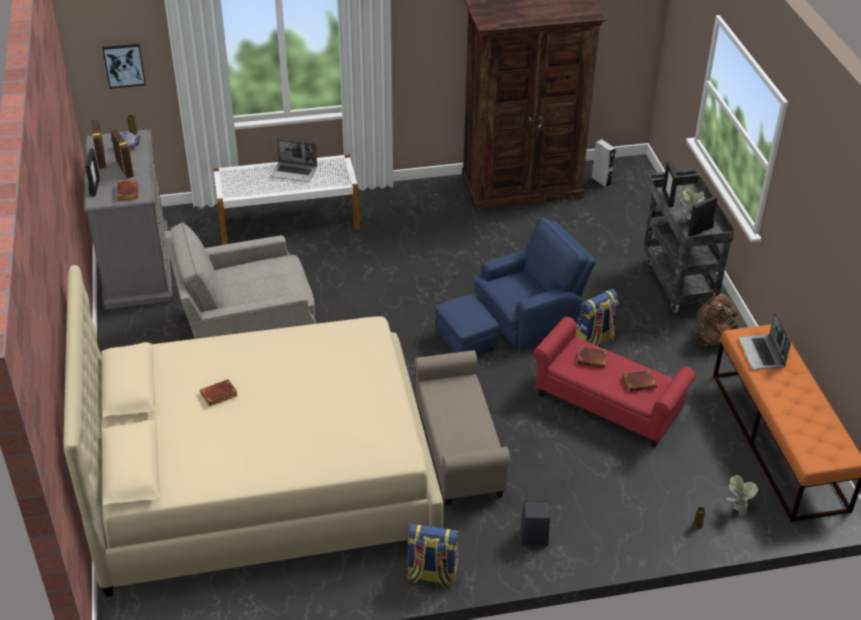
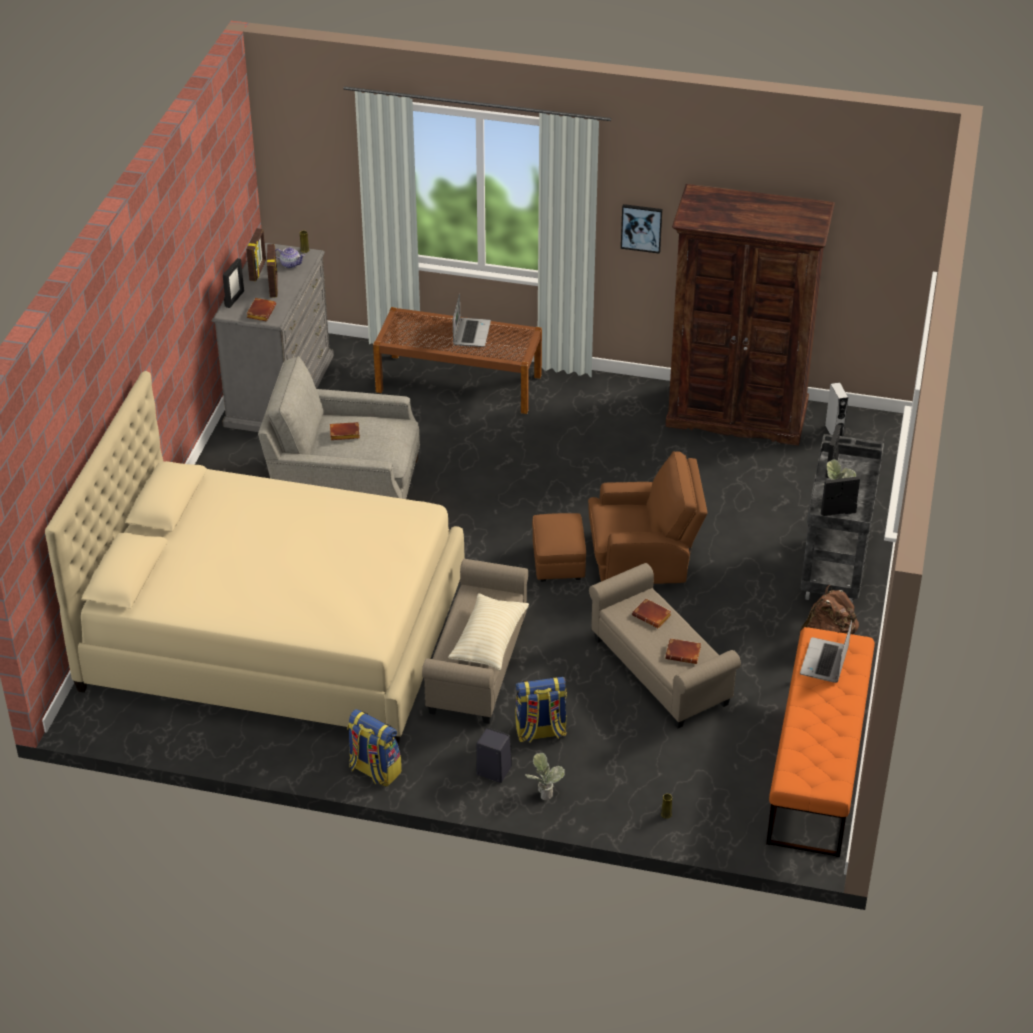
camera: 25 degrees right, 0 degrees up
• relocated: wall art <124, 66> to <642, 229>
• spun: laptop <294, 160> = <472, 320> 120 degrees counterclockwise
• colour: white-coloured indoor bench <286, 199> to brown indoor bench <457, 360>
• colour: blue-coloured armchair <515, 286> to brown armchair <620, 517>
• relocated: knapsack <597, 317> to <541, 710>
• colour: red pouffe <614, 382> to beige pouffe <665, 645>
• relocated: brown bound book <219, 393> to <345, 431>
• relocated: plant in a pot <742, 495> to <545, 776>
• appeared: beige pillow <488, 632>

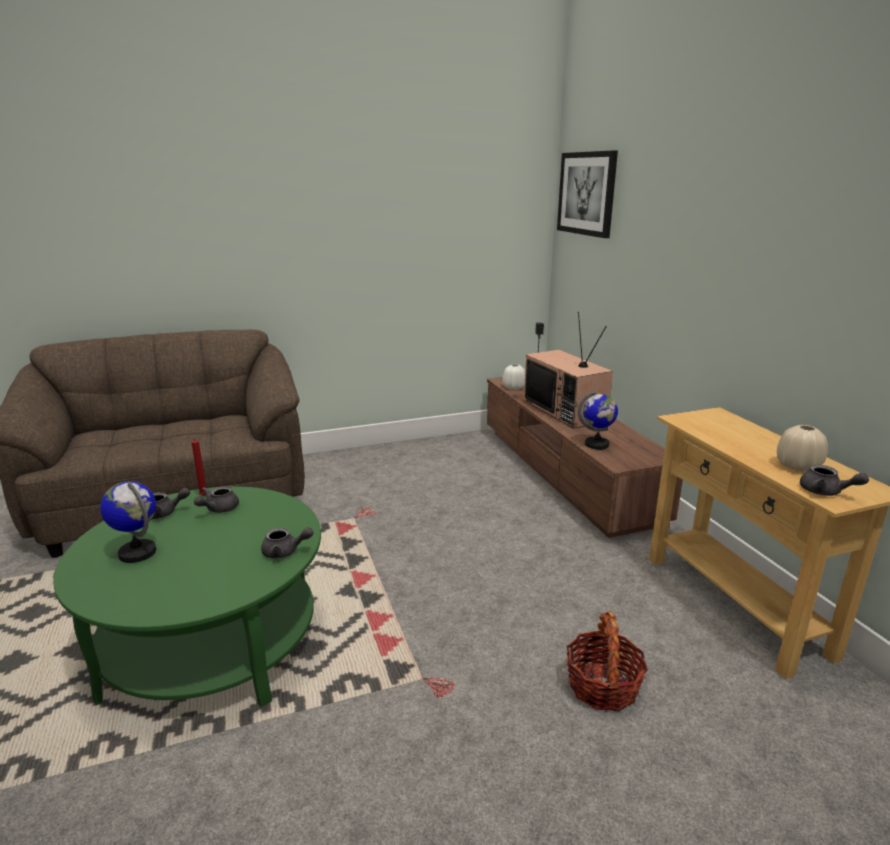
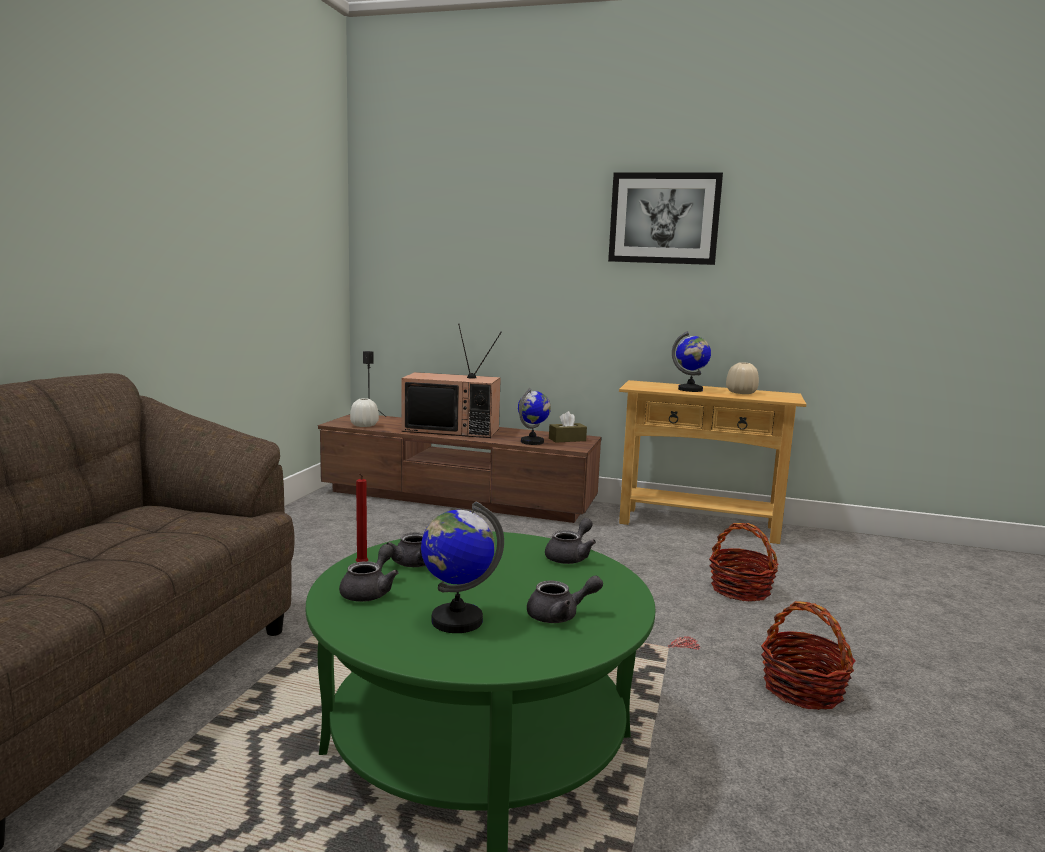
camera: 55 degrees left, 10 degrees down
• relocated: wall art <587, 194> to <665, 219>
• relocated: grey tea pot <834, 480> to <565, 599>
• appeared: globe <691, 361>
• appeared: brown tissue box <568, 427>
• appeared: household basket <808, 655>

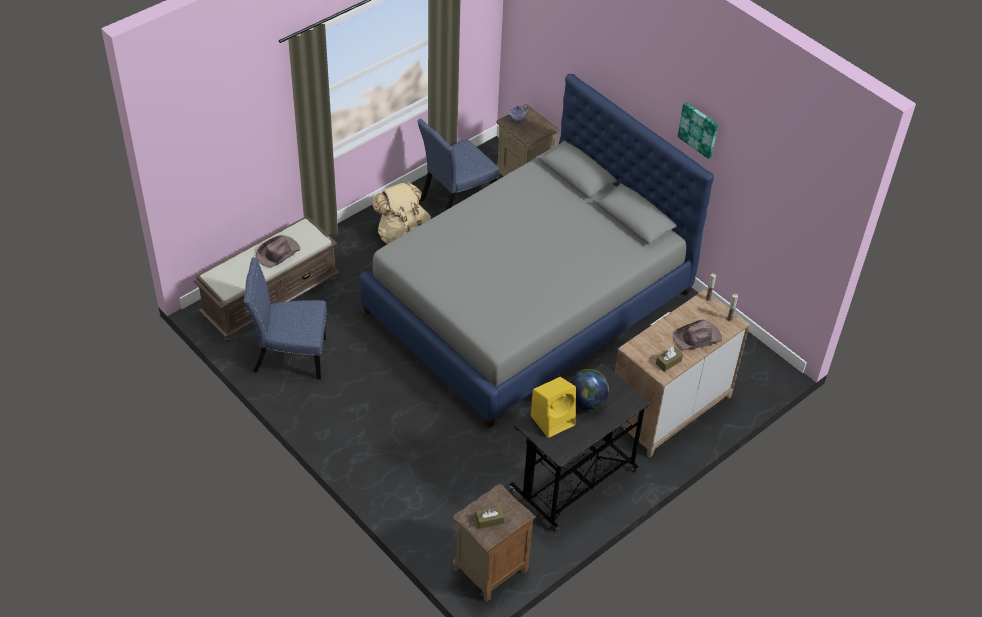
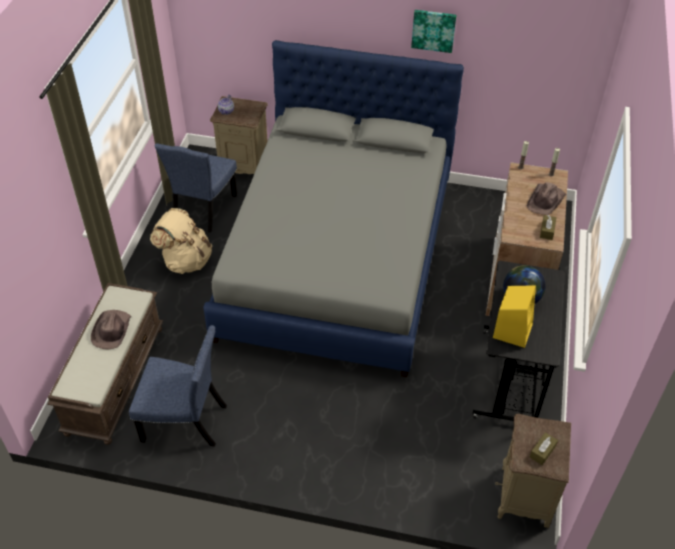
camera: 35 degrees left, 0 degrees up
• spun: blue-coloured upright chair <285, 318> = <178, 385> 135 degrees counterclockwise

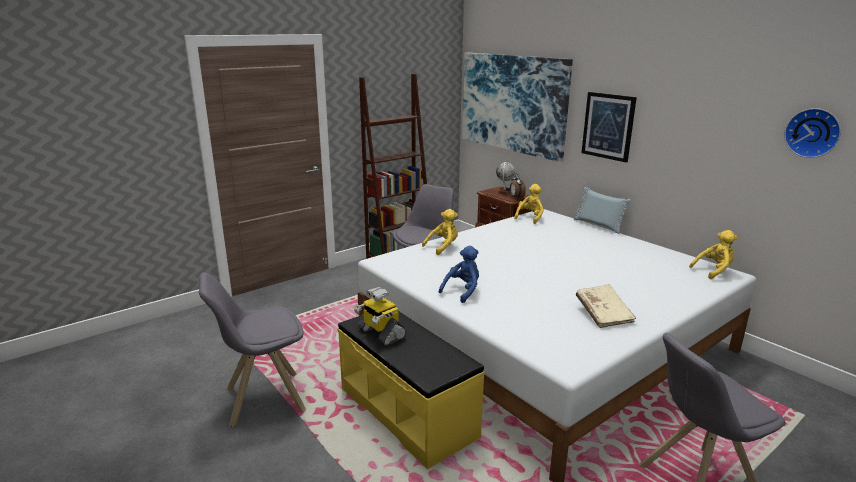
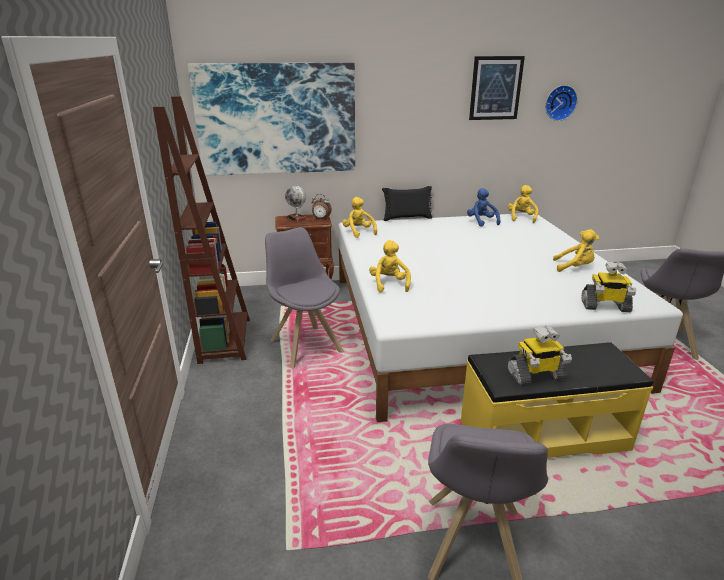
camera: 60 degrees left, 5 degrees up
• relocated: wall art <609, 127> to <497, 88>
• colour: blue-coloured pillow <602, 210> to blackish pillow <407, 203>
• relocated: blue-coloured cuddly toy <459, 274> to <483, 207>
• exchanged: beige bound book <606, 306> to yellowish cuddly toy <576, 250>
• appeared: model robot <608, 286>

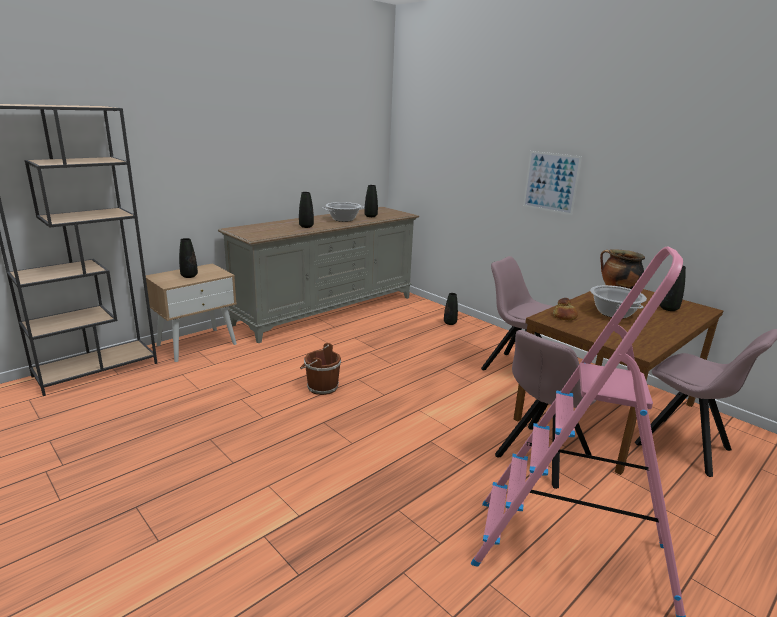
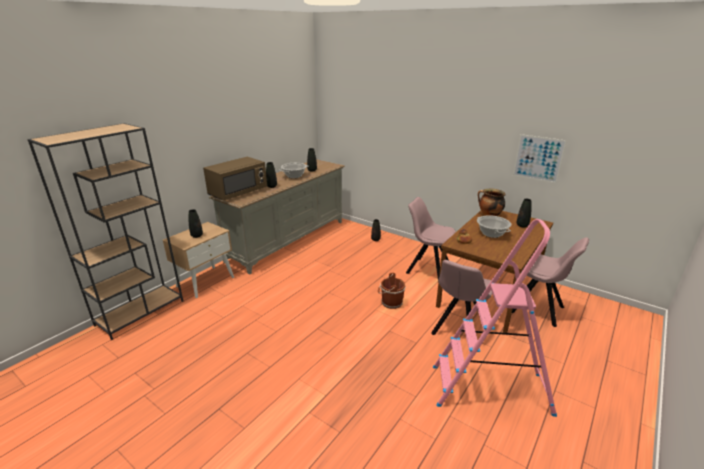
camera: 10 degrees left, 5 degrees up
• relocated: wall art <552, 183> to <540, 158>
• relocated: brown bucket <320, 369> to <392, 291>
• appeared: brown microwave <235, 178>

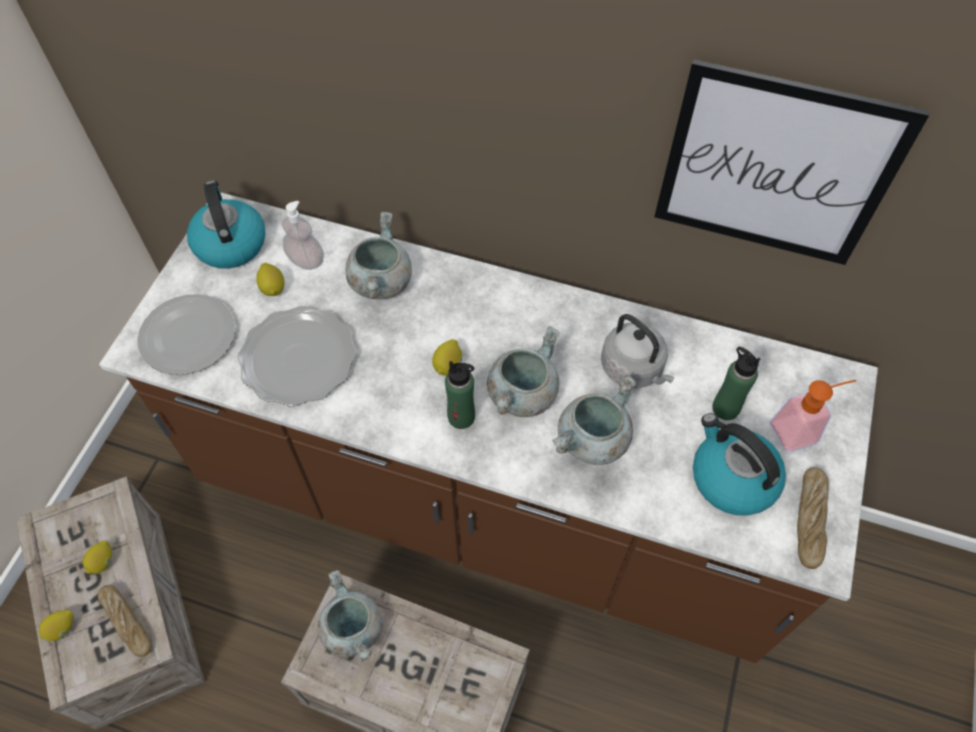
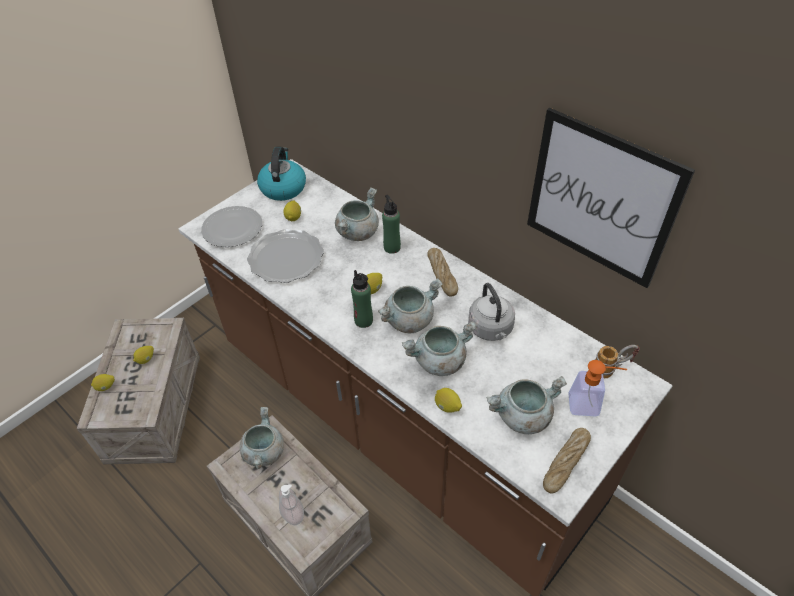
camera: 25 degrees right, 10 degrees down
• relocated: liquid soap bottle <303, 235> to <291, 505>
• relocated: green-coloured beverage bottle <736, 383> to <391, 224>
• exchanged: kettle <739, 464> to grey saucepot <526, 405>
• relocated: baked bread <124, 621> to <442, 272>
• appeared: coffee mug <617, 361>
• appeared: citrus fruit <448, 400>

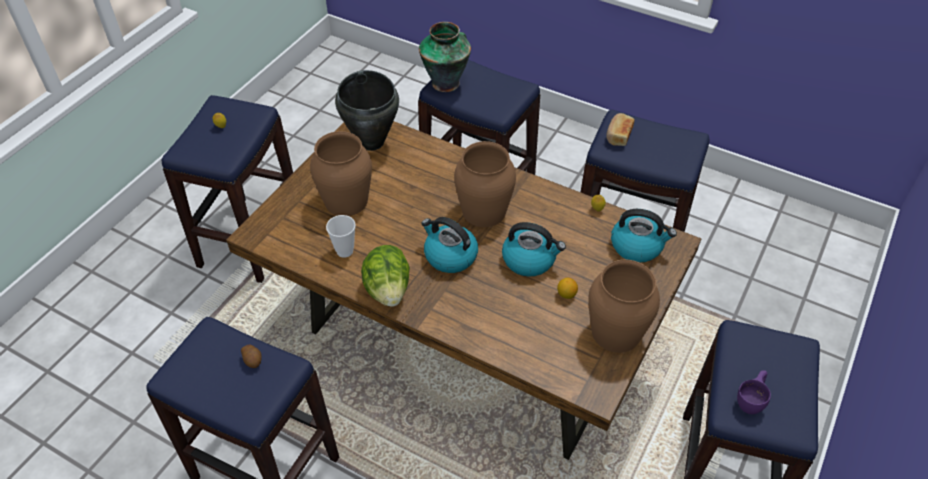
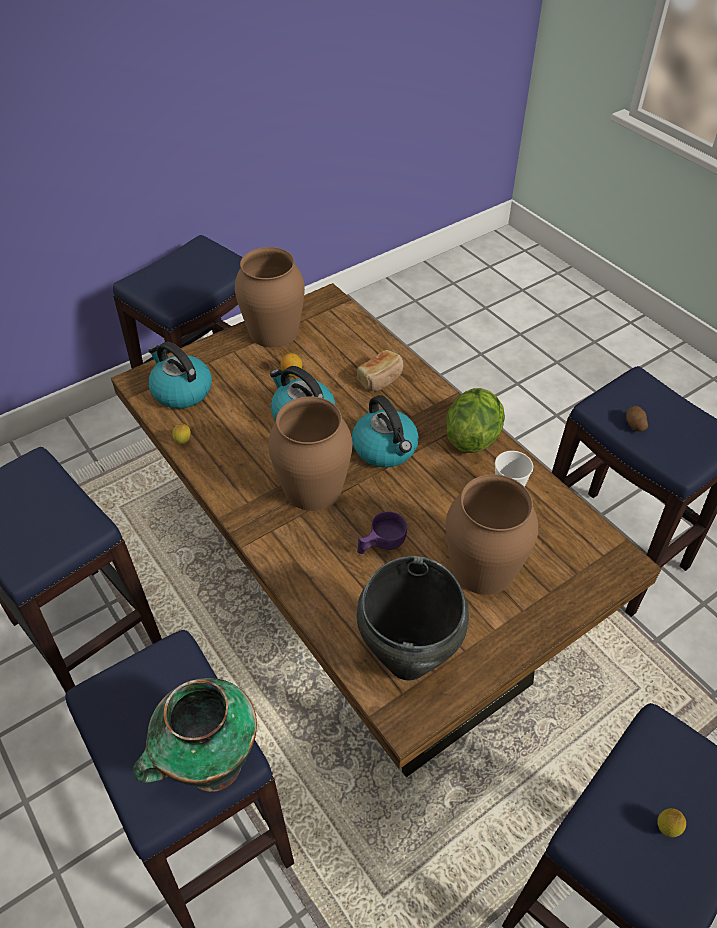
camera: 155 degrees left, 0 degrees up
• relocated: baked bread <620, 129> to <380, 370>
• relocated: purple-coloured drinking cup <754, 392> to <382, 533>

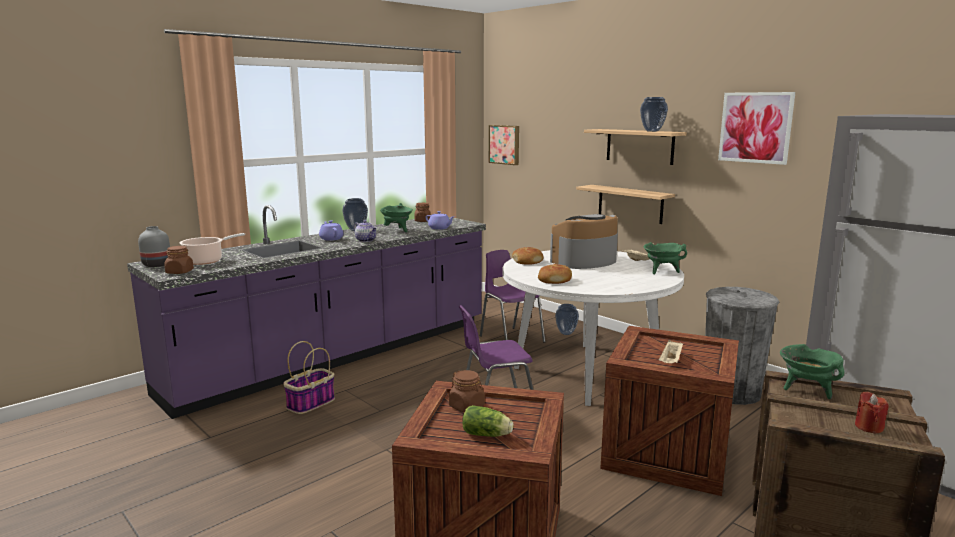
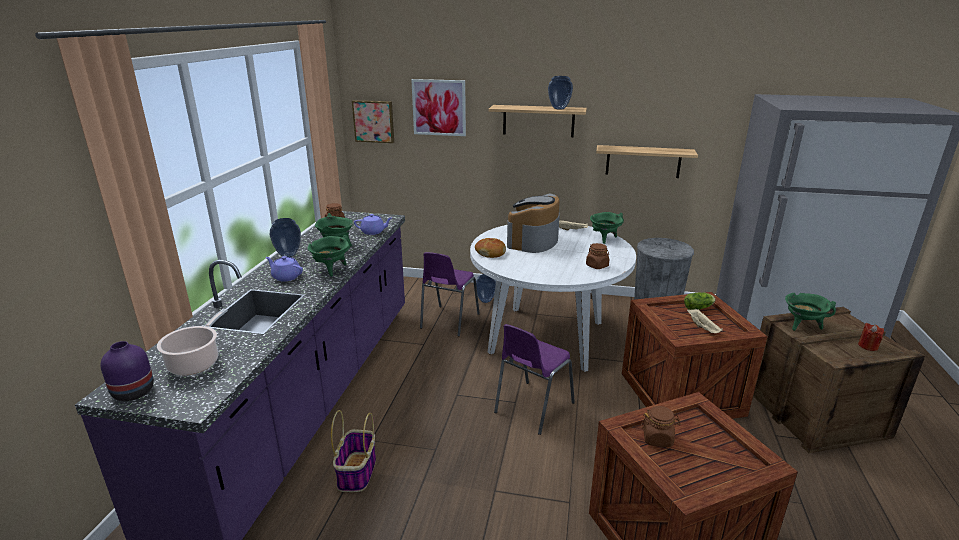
camera: 35 degrees left, 10 degrees up
• relocated: wall art <757, 128> to <438, 107>
• relocated: bracket shelf <625, 204> to <647, 161>
• exchanged: tea pot <365, 231> to green-coloured saucepot <328, 255>
• colour: grey decorative vase <154, 246> to purple-coloured decorative vase <127, 371>
• relocated: brown preserve jar <179, 260> to <597, 256>
• spun: purple-coloured upright chair <512, 296> = <450, 294> 90 degrees counterclockwise
• missing: baked bread <555, 274>
• relocated: lettuce <487, 421> to <700, 301>

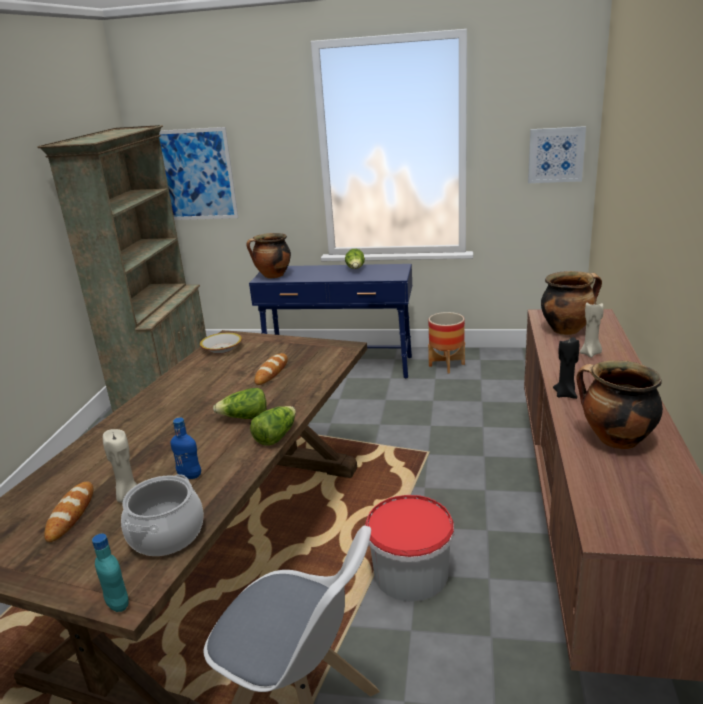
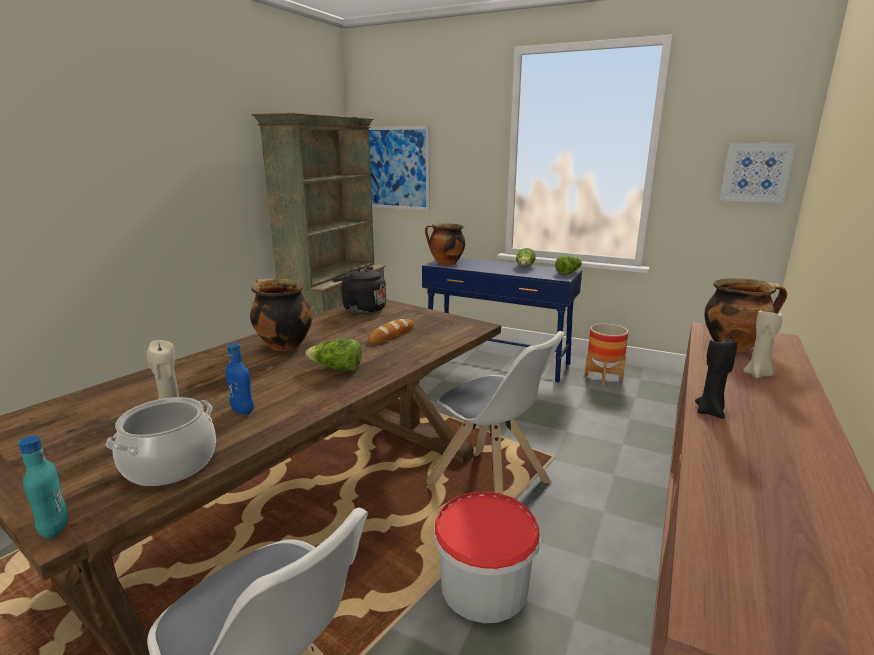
camera: 15 degrees right, 5 degrees down
• exchanged: bowl <221, 343> to blackish kettle <359, 290>
• relocated: saucepot <620, 404> to <281, 314>
• relocated: lettuce <273, 426> to <568, 265>
• missing: baked bread <68, 512>
• appeared: upright chair <495, 412>

